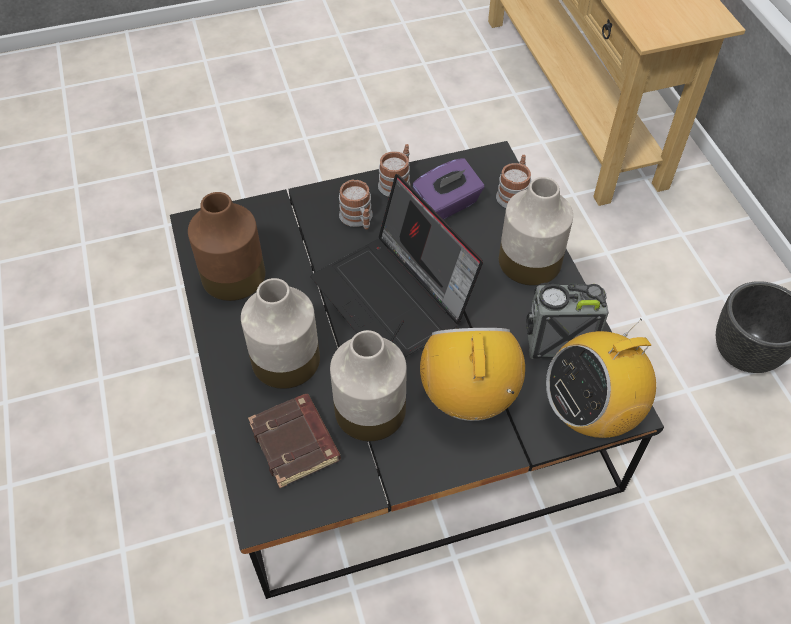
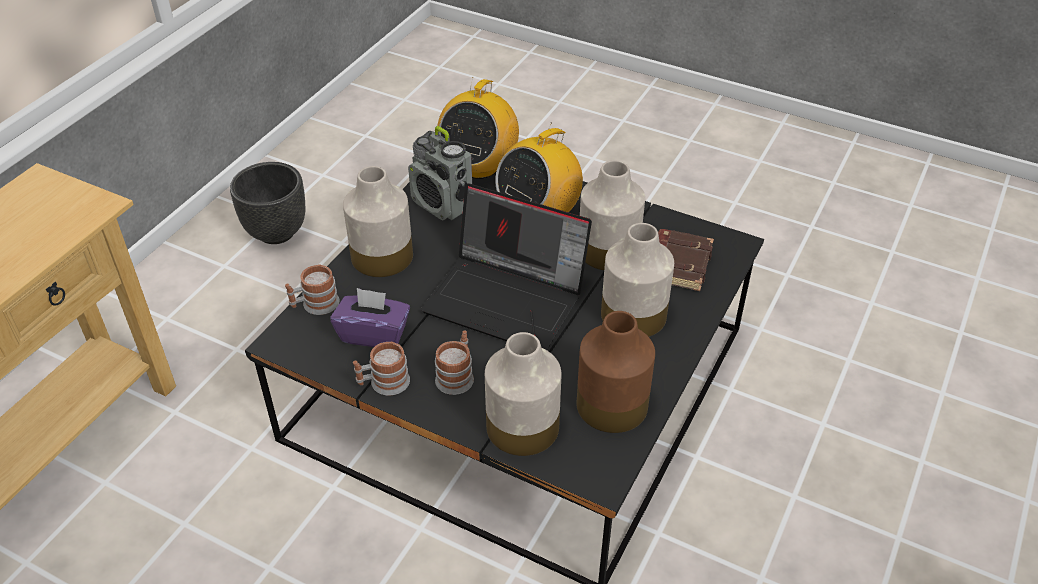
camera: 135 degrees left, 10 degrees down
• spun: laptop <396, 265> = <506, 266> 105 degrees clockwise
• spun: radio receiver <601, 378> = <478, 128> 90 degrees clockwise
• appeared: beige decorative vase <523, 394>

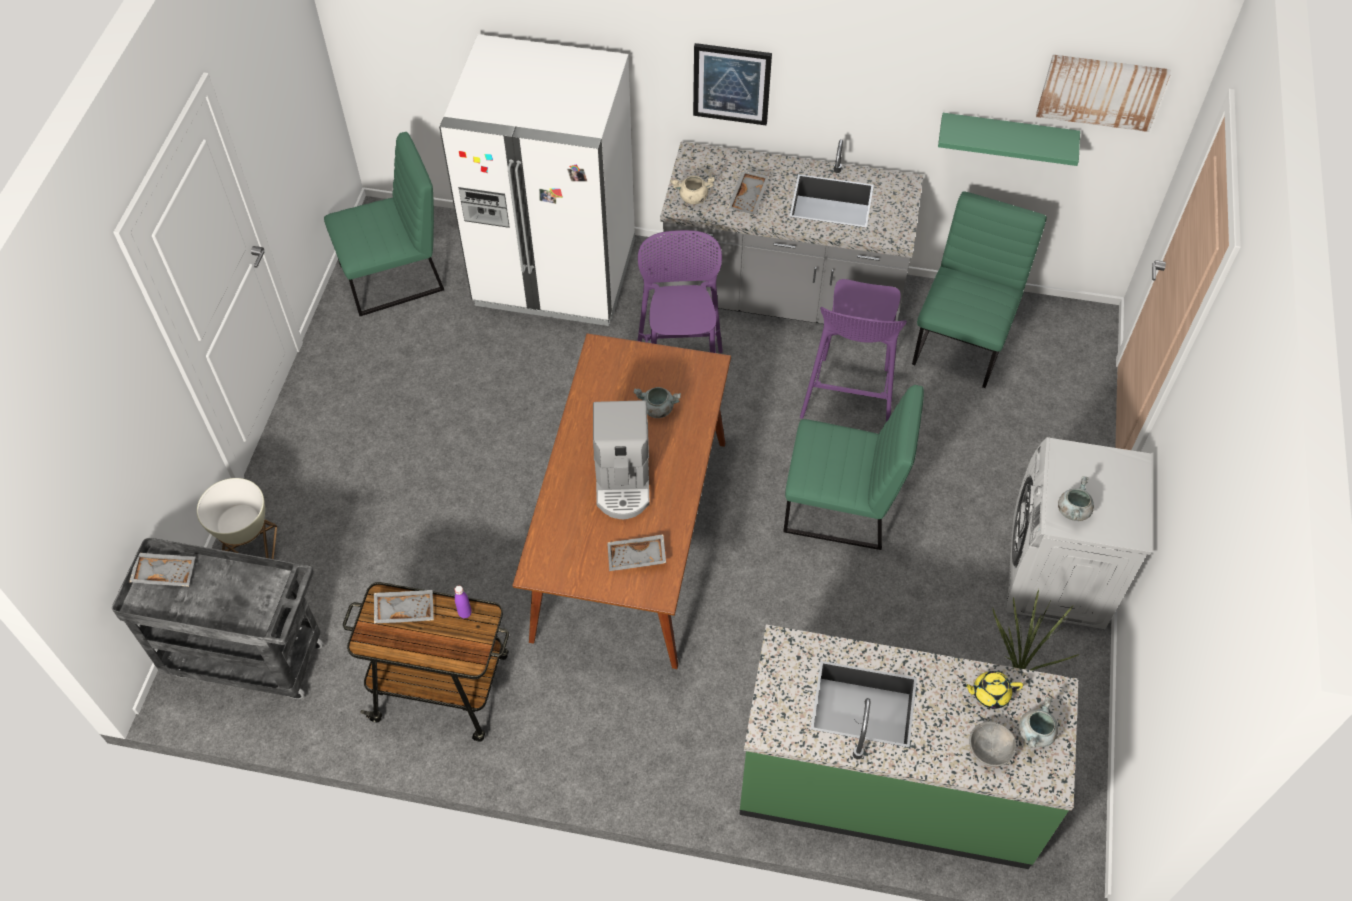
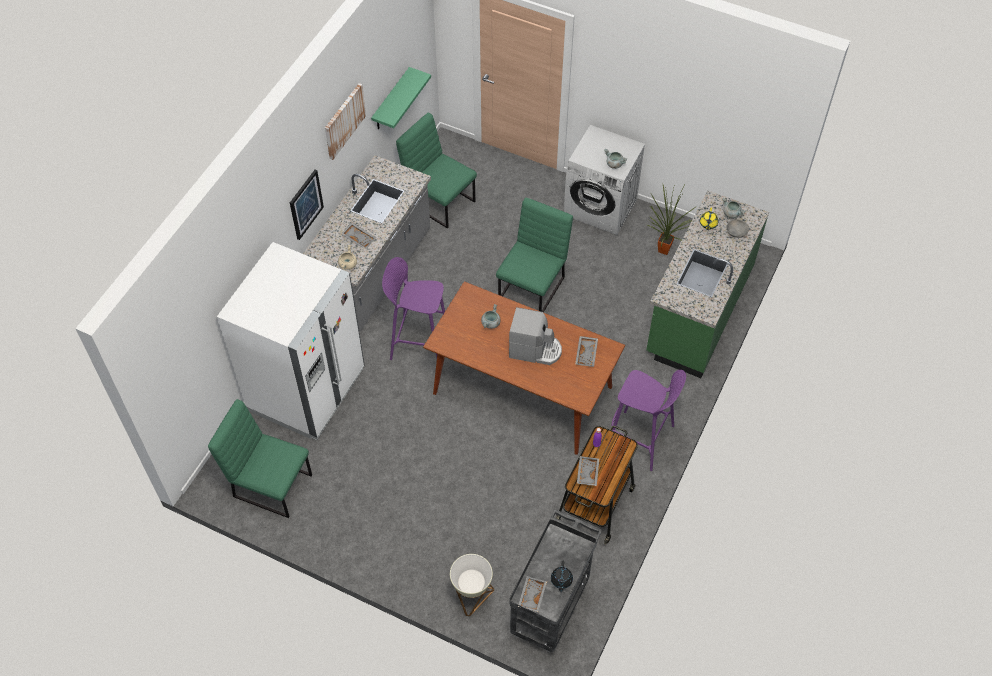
camera: 75 degrees left, 0 degrees up
• relocated: wall art <1103, 93> to <345, 121>
• spun: green-coloured upright chair <384, 224> = <260, 458> 60 degrees counterclockwise
• relocated: purple-coloured sitting stool <853, 350> to <648, 420>
• appeared: blackish tea pot <562, 576>

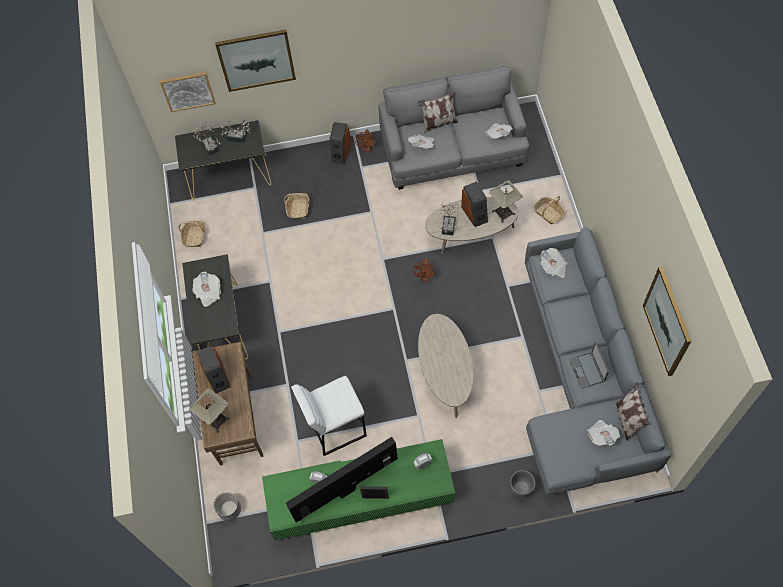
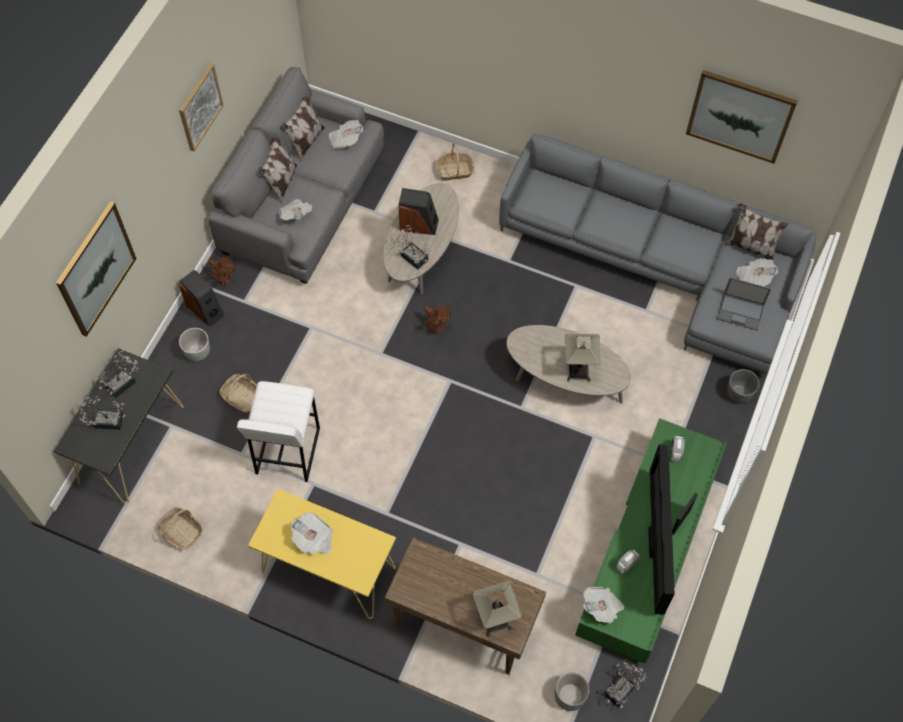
camera: 60 degrees left, 0 degrees up
• relocated: wall art <188, 92> to <201, 107>
• relocated: tabletop lamp <506, 201> to <583, 357>
• relocated: daily paper <554, 263> to <603, 605>
• colour: blackish hall table <215, 307> to yellowish hall table <322, 554>
• relocated: laptop <589, 365> to <744, 304>
• missing: audio speaker <213, 369>
• relocated: white-coloured sitting stool <329, 416> to <278, 431>
• appeared: pillow <302, 127>
• appeared: grey planter <194, 344>
• appeared: plant in a pot <625, 684>

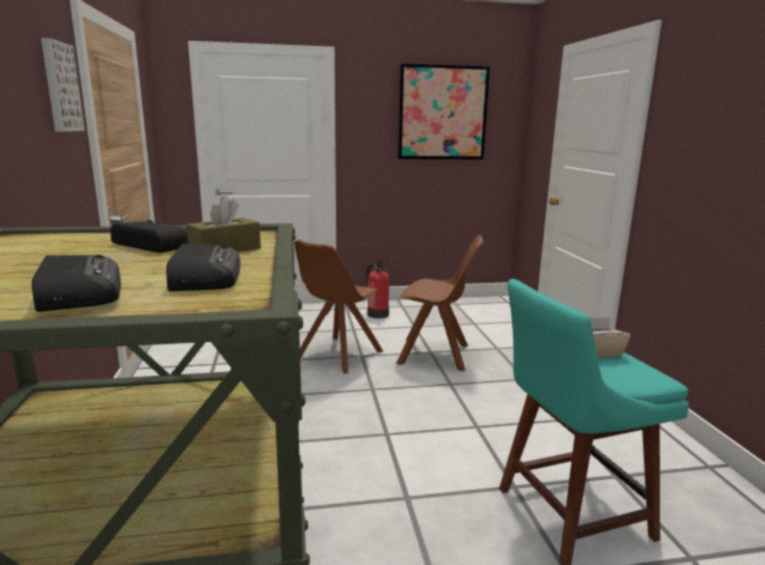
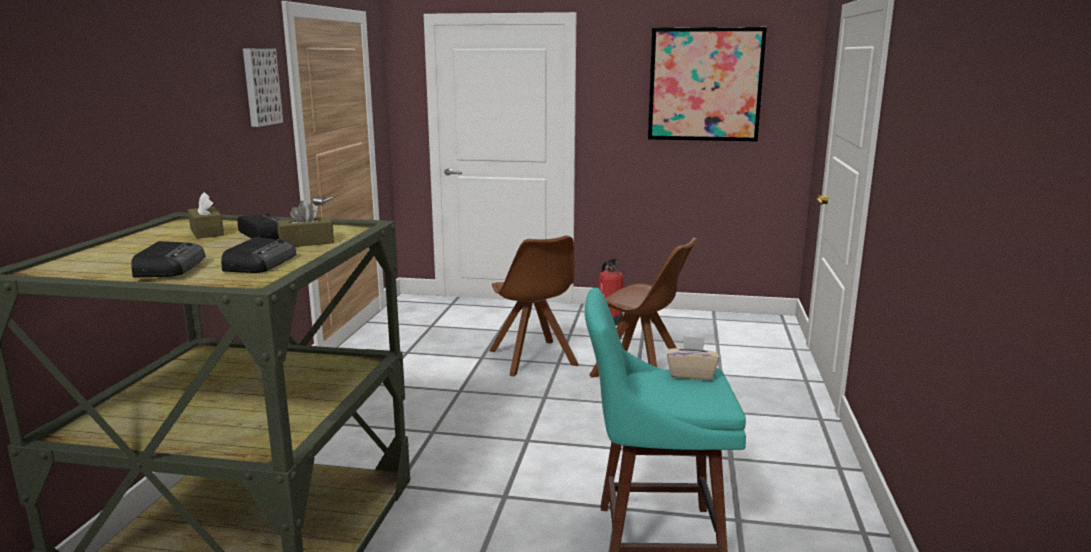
camera: 20 degrees right, 0 degrees up
• spun: brown upright chair <338, 306> = <533, 306> 75 degrees counterclockwise
• appeared: brown tissue box <206, 215>

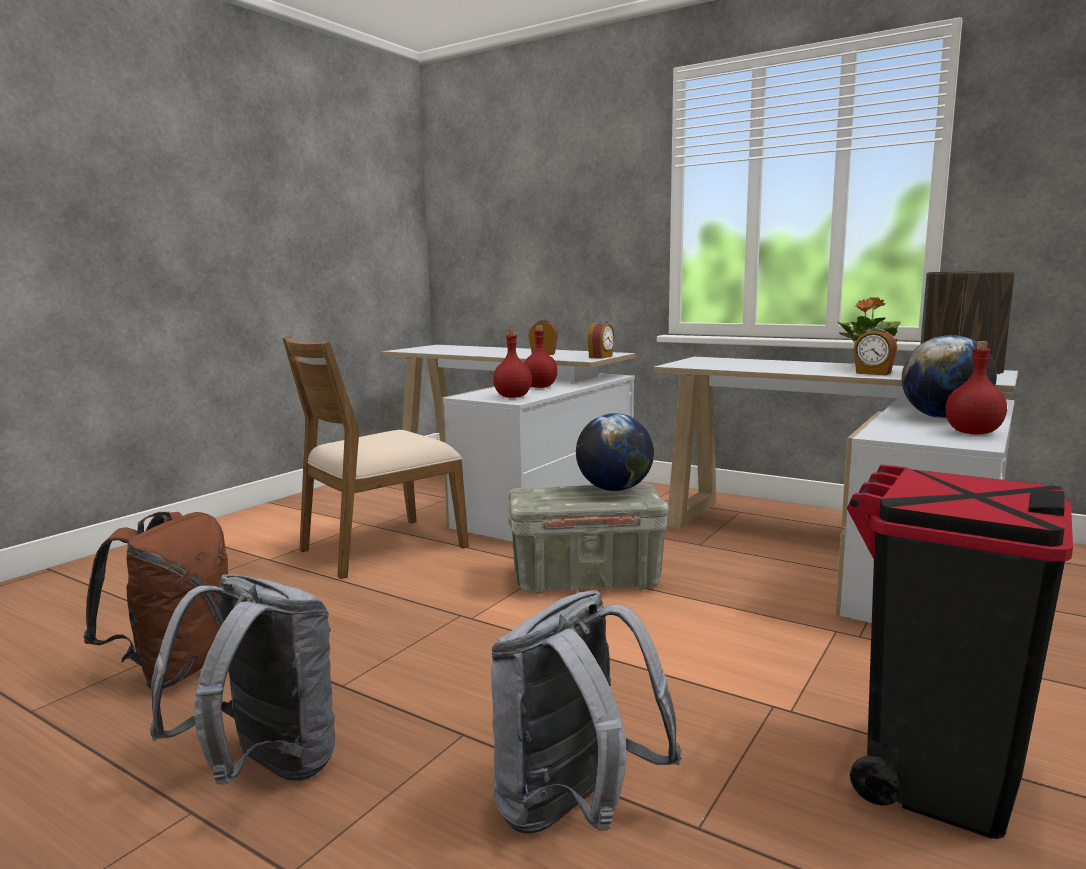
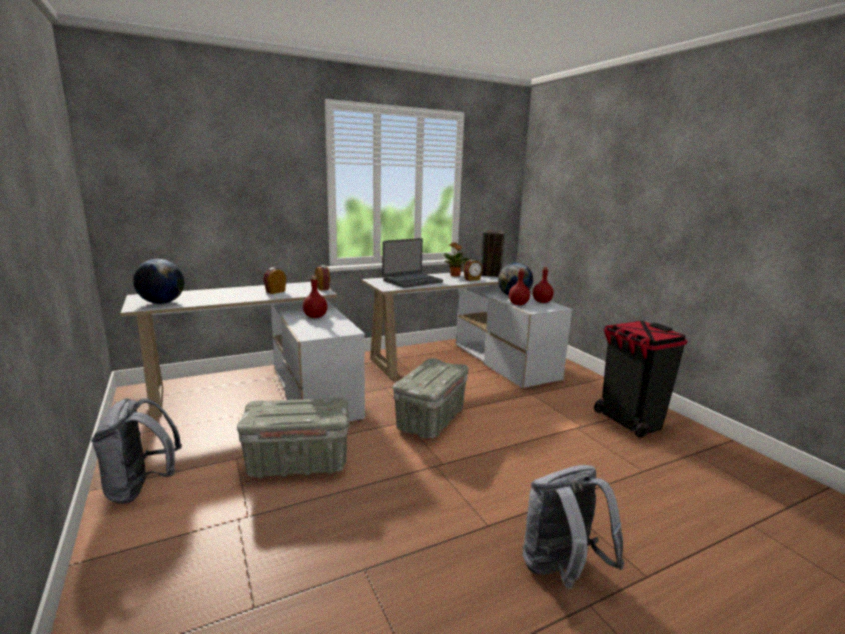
camera: 60 degrees left, 5 degrees up
• relocated: red beverage bottle <512, 364> to <519, 286>
• exchanged: brown upright chair <375, 457> to grey storage box <293, 438>
• relocated: globe <615, 452> to <159, 281>
• missing: brown knapsack <155, 601>
• relocated: grey knapsack <586, 712> to <136, 451>
• appeared: laptop <412, 263>

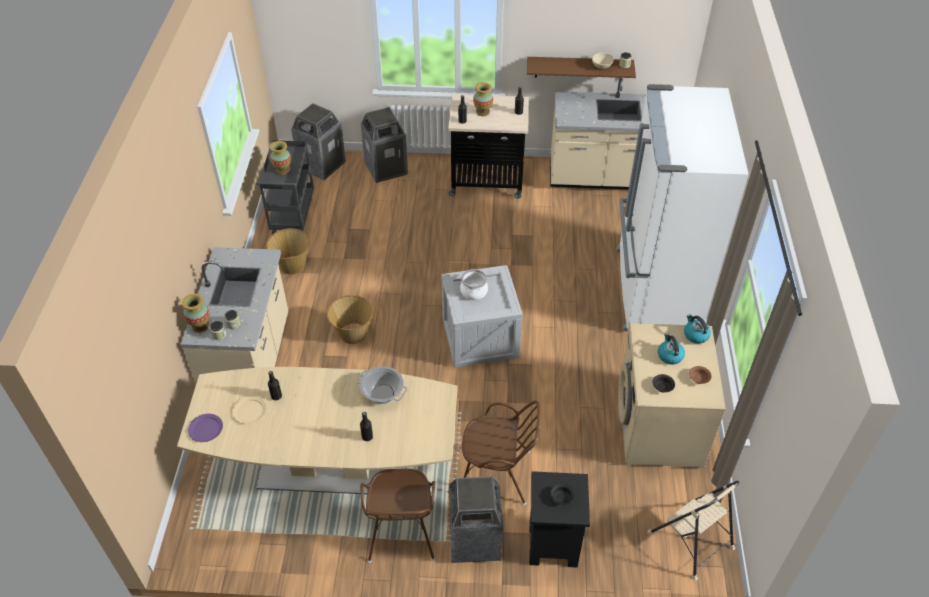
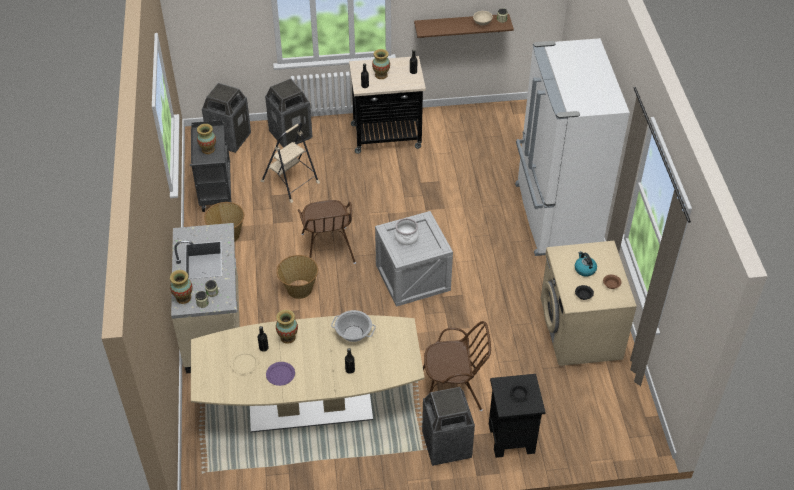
camera: 10 degrees left, 0 degrees up
• missing: beige counter <598, 134>
• missing: kettle <697, 329>
• relocated: purple-coloured dinner plate <205, 428> to <280, 374>
• relocated: brown upright chair <397, 516> to <327, 232>
• relocated: beige step ladder <693, 531> to <290, 162>
• appeared: decorative vase <287, 327>

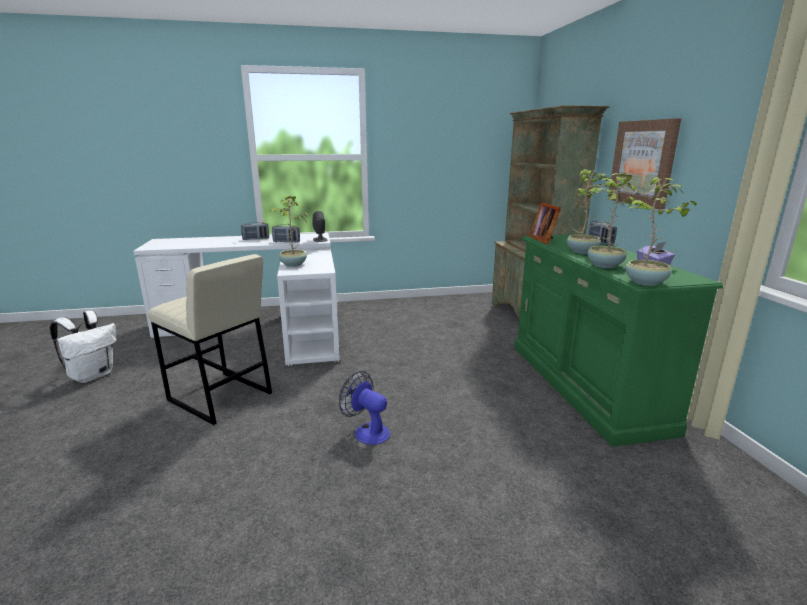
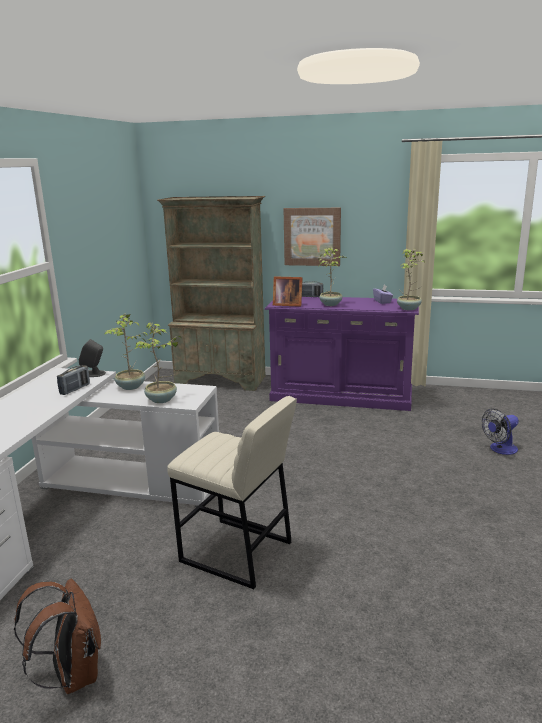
camera: 65 degrees left, 0 degrees up
• relocated: plant in a pot <611, 220> to <126, 351>
• missing: radio receiver <255, 231>
• colour: green-coloured cabinet <618, 340> to purple-coloured cabinet <342, 354>
• spun: beige upright chair <210, 339> = <232, 492> 60 degrees clockwise
• colour: white-coloured knapsack <83, 347> to brown knapsack <57, 636>
• relocated: cooling fan <364, 408> to <500, 431>

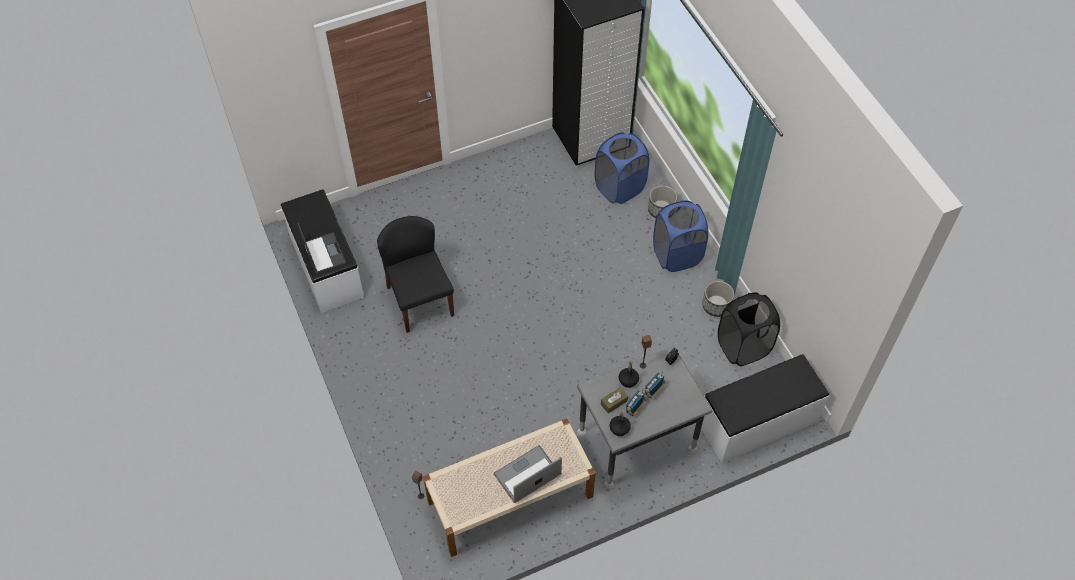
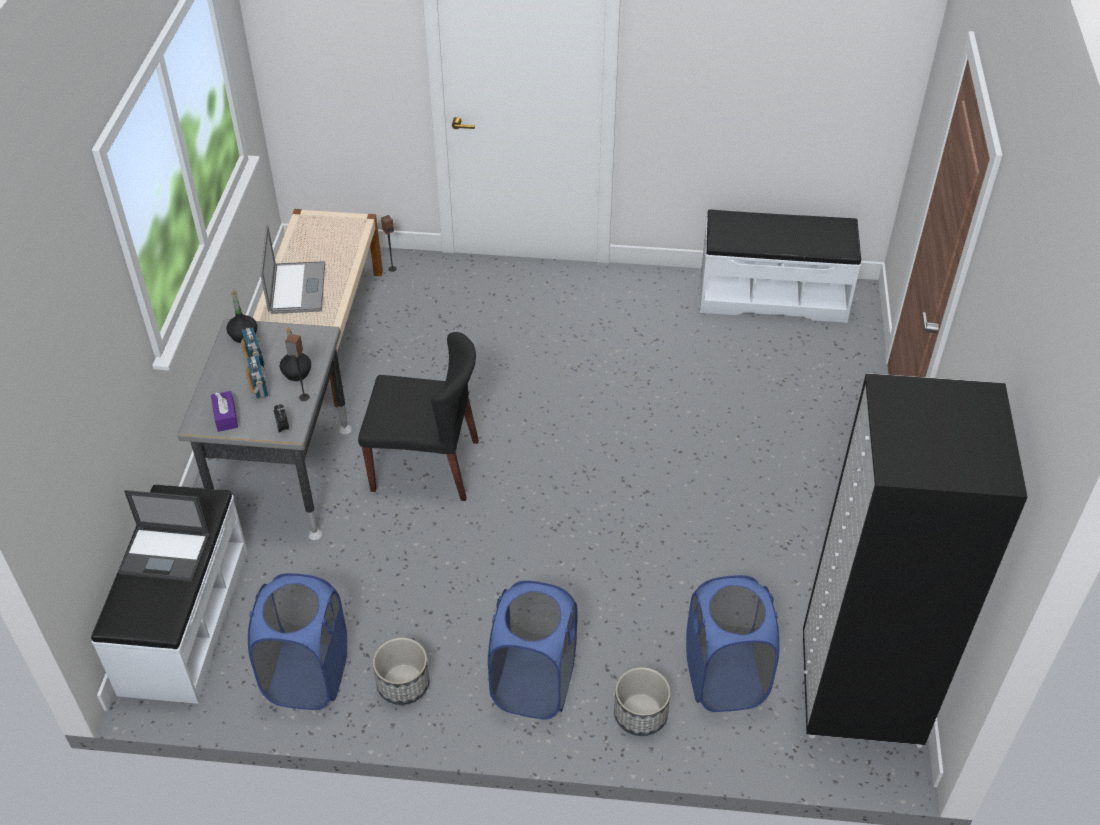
camera: 120 degrees right, 10 degrees down
• relocated: blackish upright chair <415, 274> to <418, 416>
• relocated: laptop <322, 248> to <164, 536>
• colour: blackish washing basket <749, 329> to blue-coloured washing basket <297, 641>
• missing: brown tissue box <614, 400>
• appeared: purple-coloured tissue box <224, 411>

